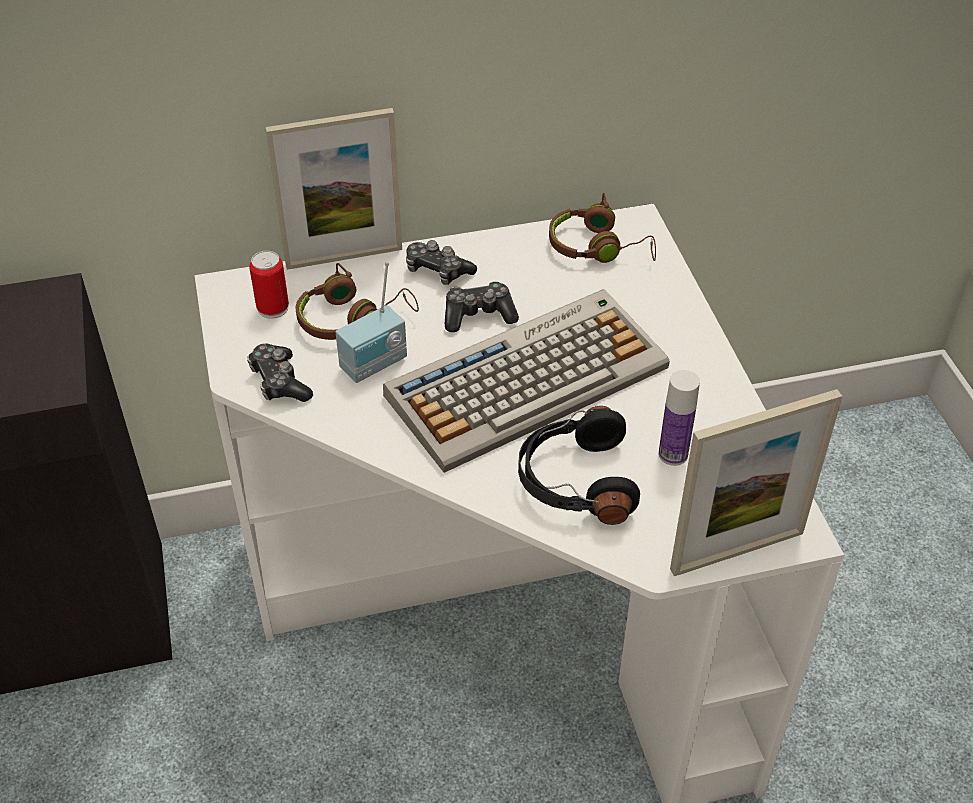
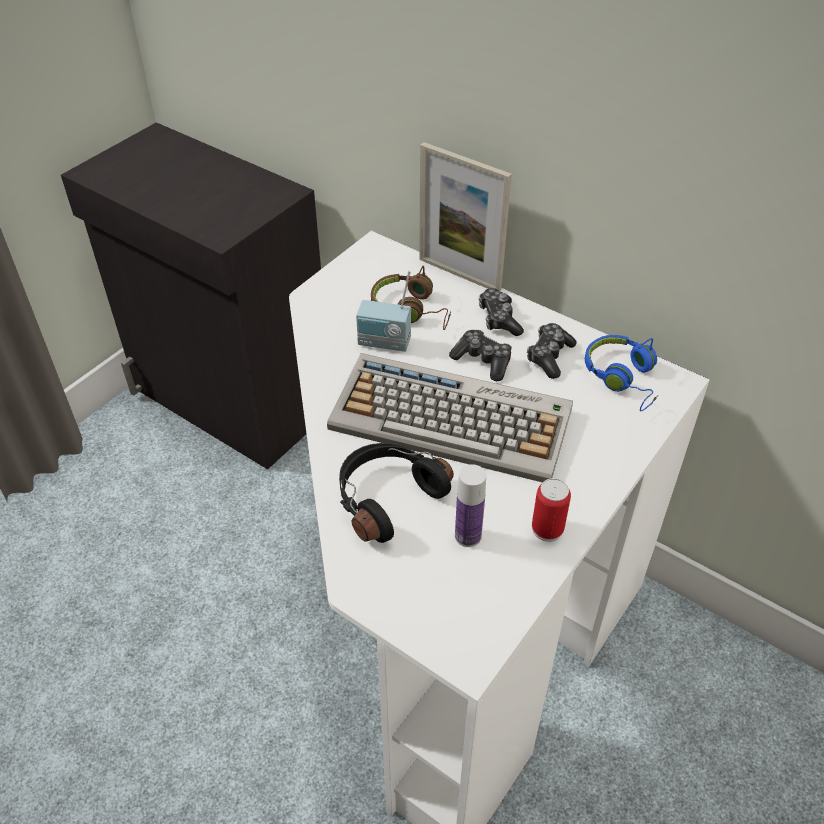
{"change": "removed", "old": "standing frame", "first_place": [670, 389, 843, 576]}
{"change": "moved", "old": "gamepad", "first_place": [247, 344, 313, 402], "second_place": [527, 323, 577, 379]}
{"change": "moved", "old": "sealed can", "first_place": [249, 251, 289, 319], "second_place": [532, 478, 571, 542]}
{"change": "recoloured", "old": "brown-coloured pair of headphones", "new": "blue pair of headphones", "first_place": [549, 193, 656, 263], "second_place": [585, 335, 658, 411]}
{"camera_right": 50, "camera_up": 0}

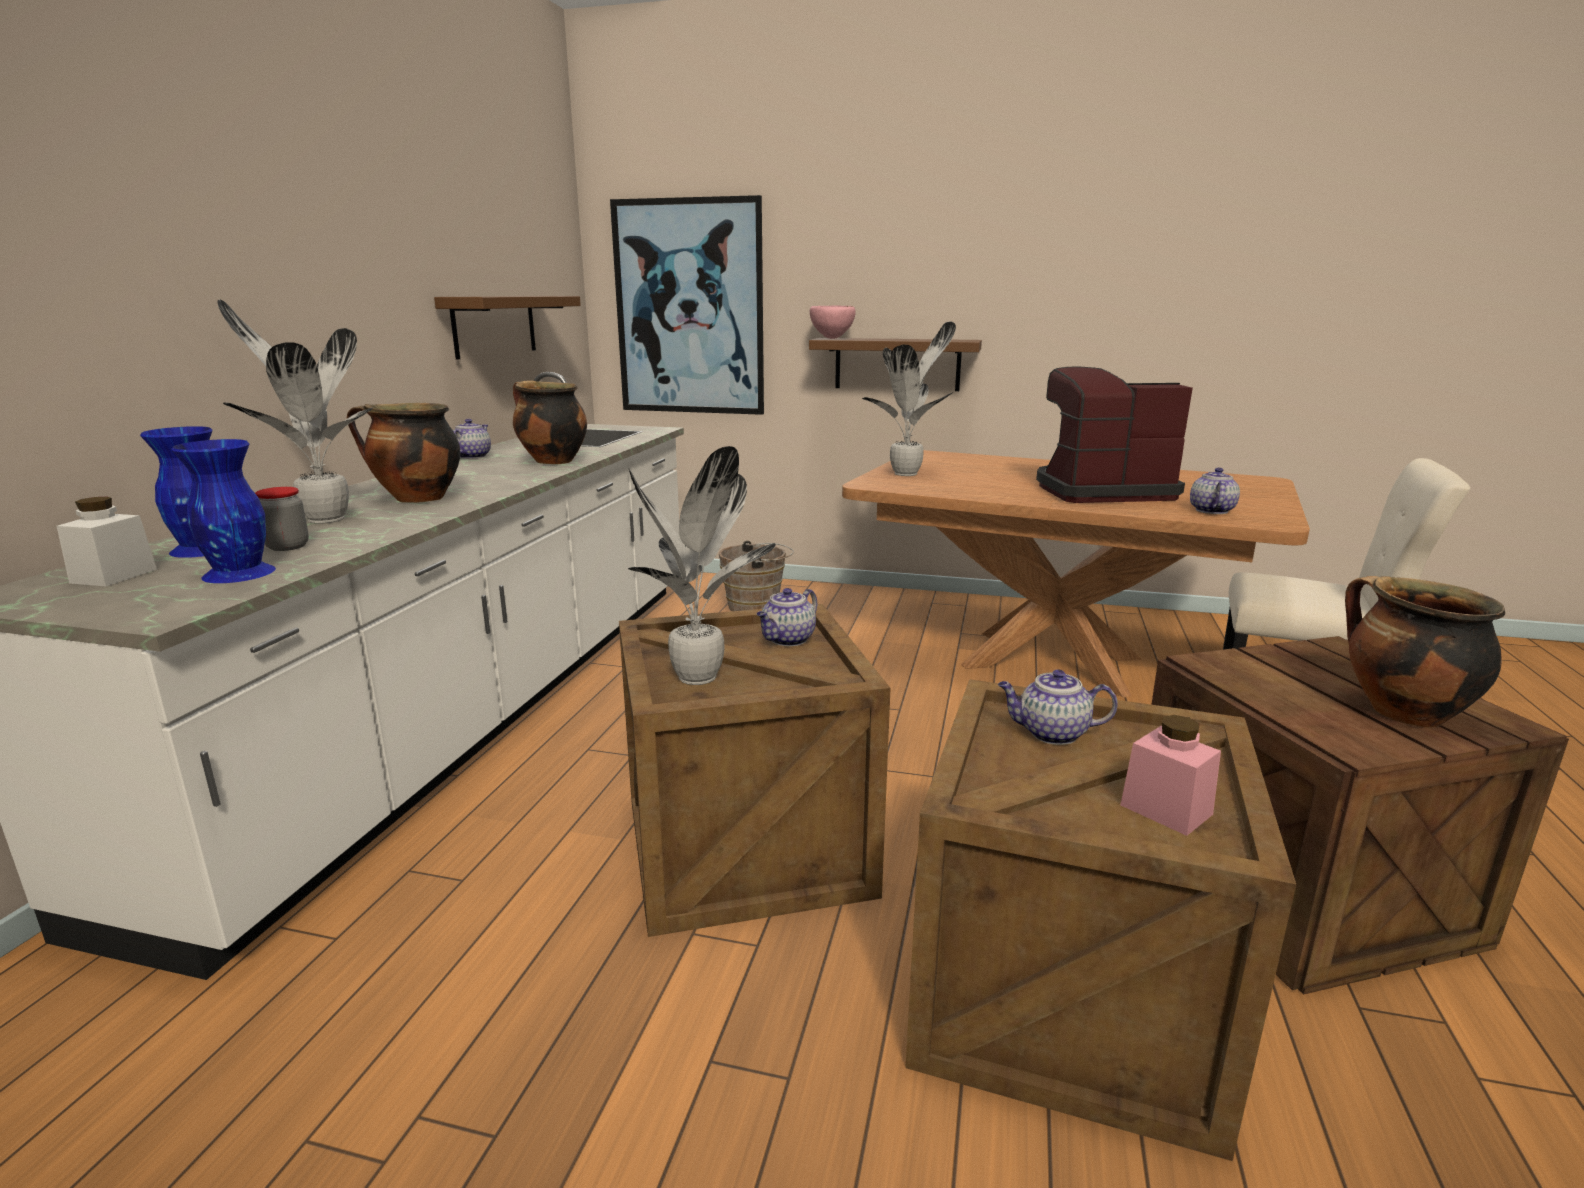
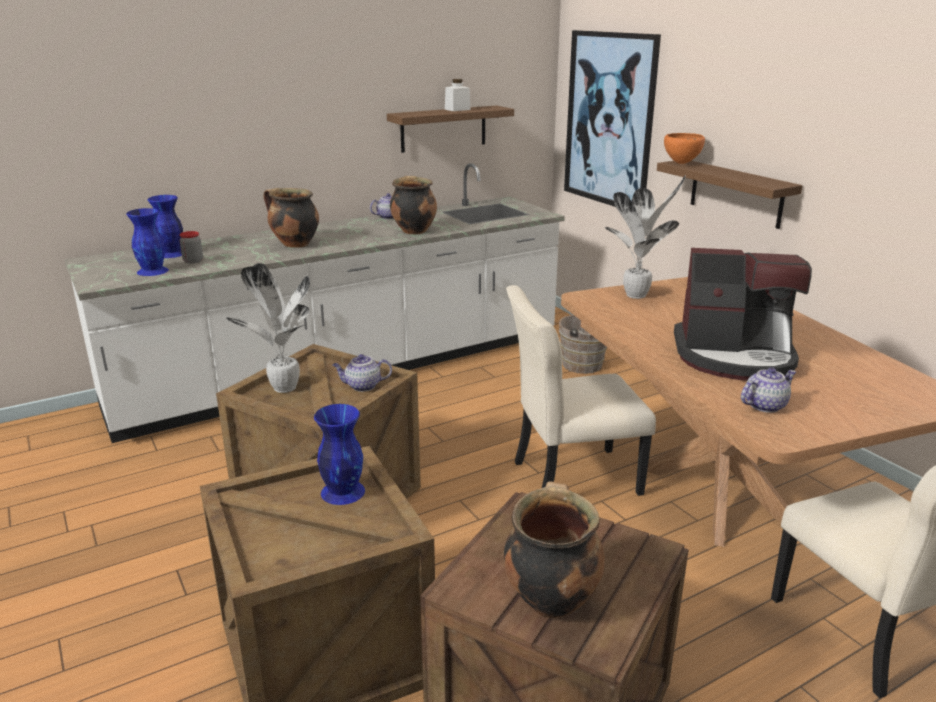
{"change": "removed", "old": "potted plant", "first_place": [217, 300, 373, 524]}
{"change": "removed", "old": "pinkish preserve jar", "first_place": [1120, 715, 1221, 836]}
{"change": "added", "new": "beige-coloured plain chair", "second_place": [506, 285, 656, 496]}
{"change": "moved", "old": "white-coloured preserve jar", "first_place": [57, 497, 157, 586], "second_place": [445, 79, 471, 111]}
{"change": "replaced", "old": "pot for tea", "new": "blue decorative vase", "first_place": [998, 669, 1118, 745], "second_place": [314, 404, 365, 505]}
{"change": "recoloured", "old": "pinkish deep dish", "new": "orangey deep dish", "first_place": [810, 306, 856, 339], "second_place": [664, 133, 705, 164]}
{"change": "turned", "old": "coffee brewer", "first_place": [1036, 366, 1193, 503], "second_place": [674, 248, 812, 381], "degrees": 150}
{"camera_right": 45, "camera_up": 5}

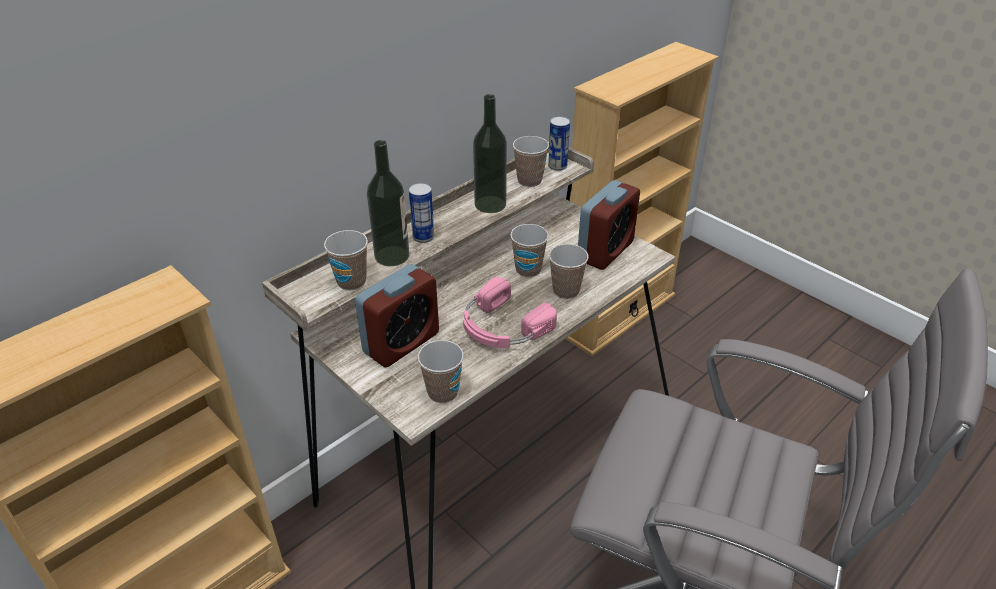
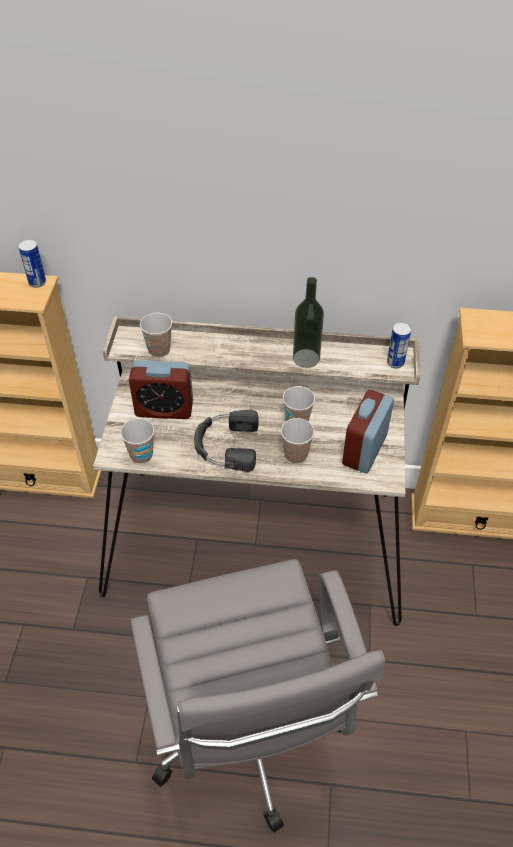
{"change": "removed", "old": "bottle", "first_place": [367, 140, 409, 266]}
{"change": "removed", "old": "small cup", "first_place": [513, 136, 549, 187]}
{"change": "moved", "old": "sealed can", "first_place": [409, 183, 434, 243], "second_place": [18, 239, 46, 288]}
{"change": "recoloured", "old": "pinkish pair of headphones", "new": "blackish pair of headphones", "first_place": [463, 277, 557, 348], "second_place": [194, 410, 258, 472]}
{"change": "turned", "old": "bedside clock", "first_place": [578, 180, 640, 270], "second_place": [342, 390, 394, 473], "degrees": 120}
{"camera_right": 50, "camera_up": 10}

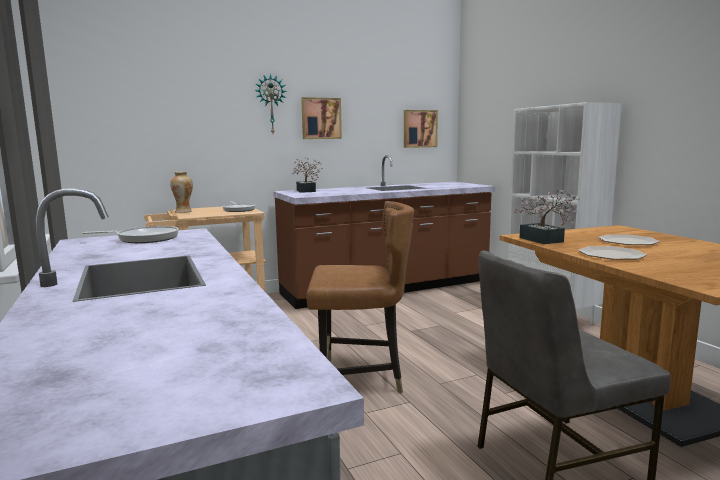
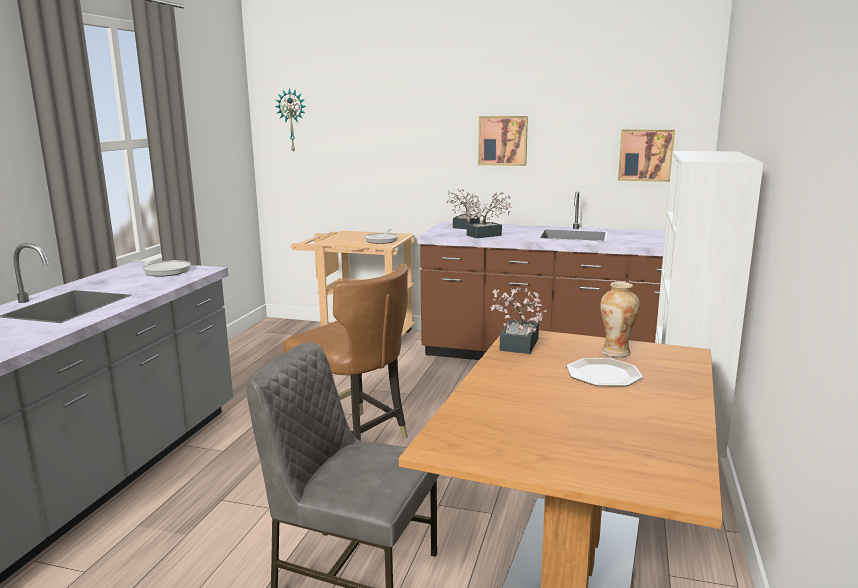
{"change": "removed", "old": "flat dish", "first_place": [578, 246, 647, 260]}
{"change": "added", "new": "potted plant", "second_place": [463, 192, 512, 239]}
{"change": "moved", "old": "decorative vase", "first_place": [170, 172, 193, 213], "second_place": [600, 282, 640, 357]}
{"change": "moved", "old": "clock on the wall", "first_place": [255, 74, 287, 133], "second_place": [275, 88, 306, 153]}
{"camera_right": 40, "camera_up": 5}

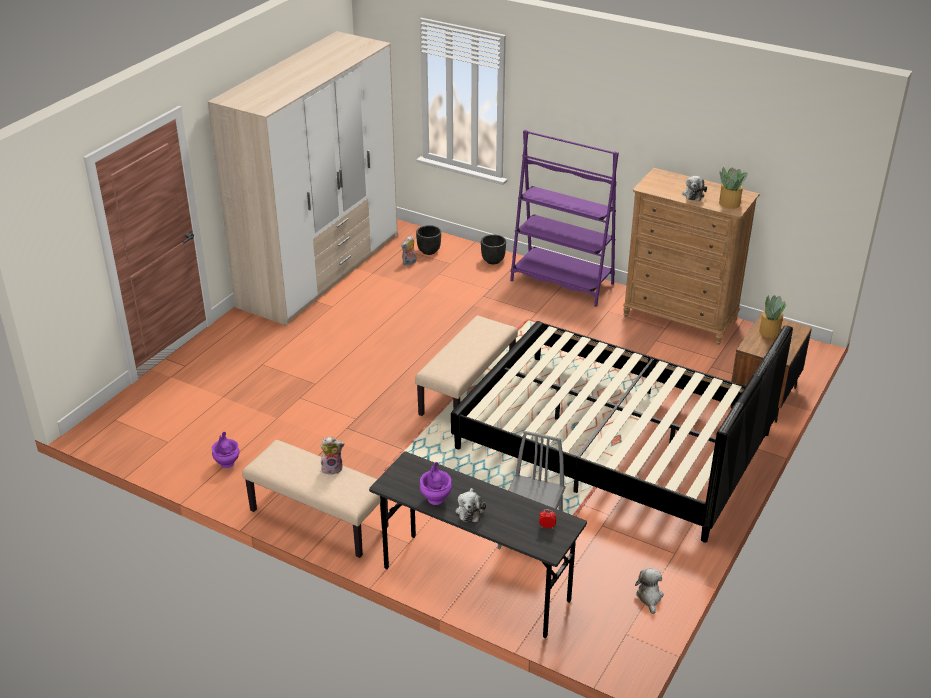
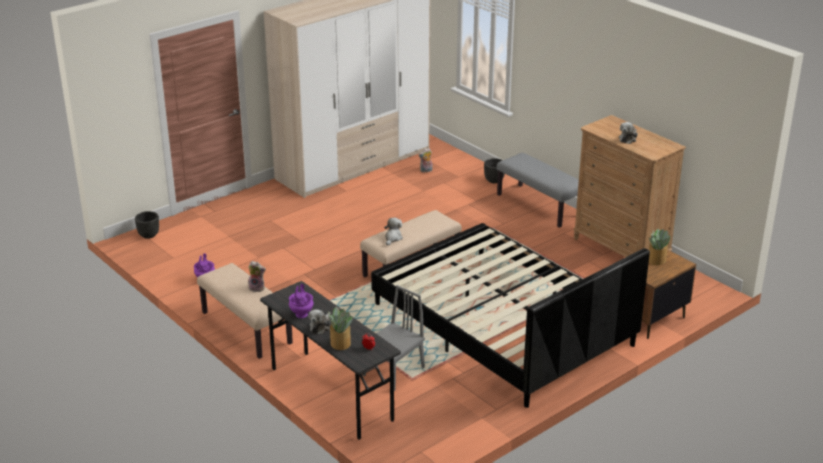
{"change": "moved", "old": "blackish planter", "first_place": [416, 225, 441, 255], "second_place": [135, 211, 159, 239]}
{"change": "moved", "old": "soft toy", "first_place": [635, 568, 663, 614], "second_place": [384, 218, 403, 246]}
{"change": "moved", "old": "potted plant", "first_place": [719, 167, 748, 209], "second_place": [328, 306, 353, 350]}
{"change": "replaced", "old": "purplish shelving unit", "new": "gray bench", "first_place": [510, 130, 619, 307], "second_place": [497, 153, 579, 228]}
{"camera_right": 20, "camera_up": -5}

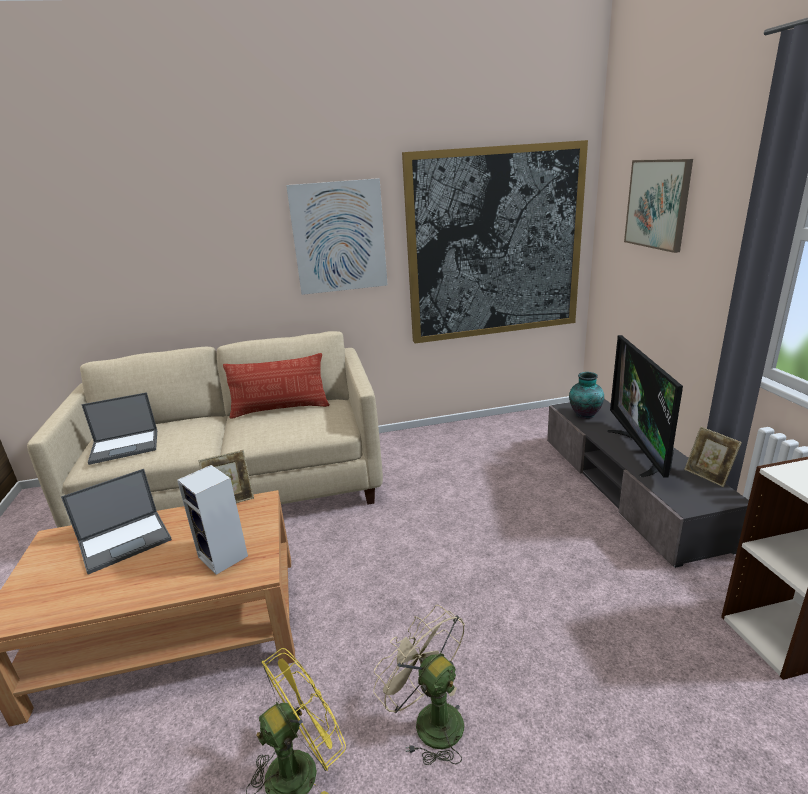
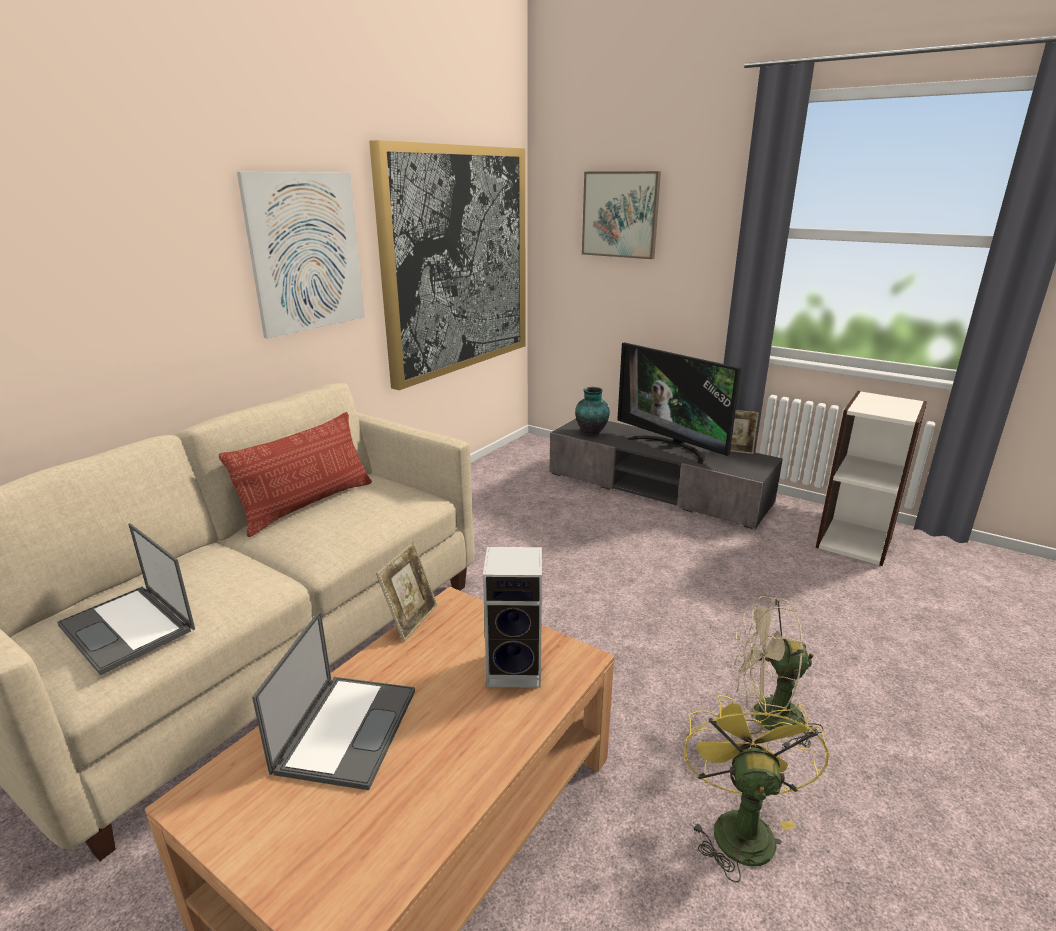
{"change": "turned", "old": "notebook computer", "first_place": [82, 392, 157, 465], "second_place": [57, 523, 195, 675], "degrees": 105}
{"camera_right": -45, "camera_up": 0}

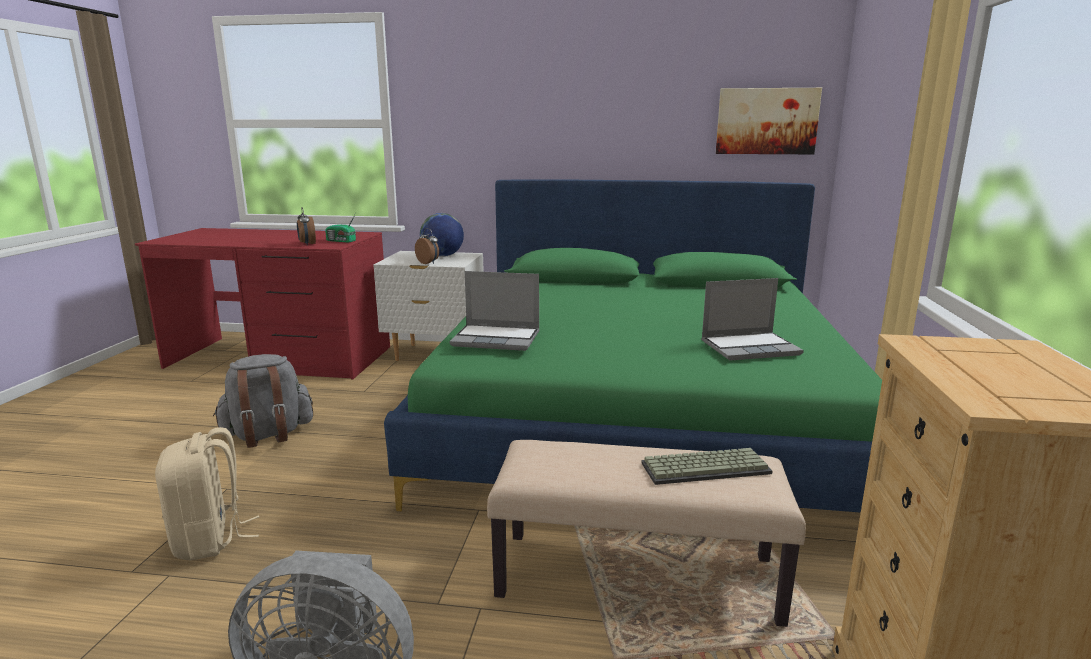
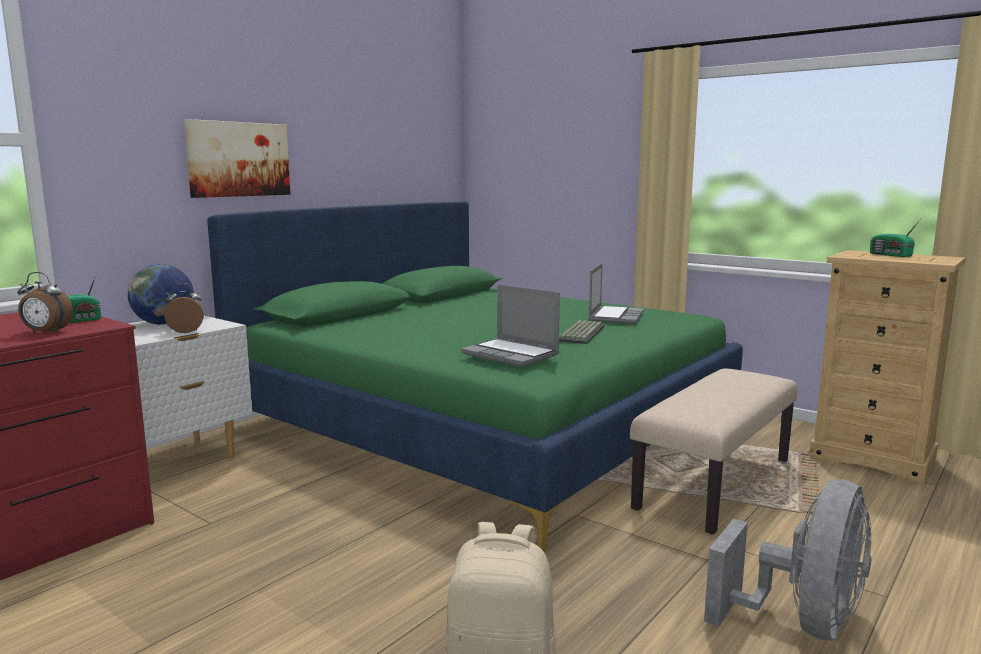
{"change": "removed", "old": "gray knapsack", "first_place": [213, 354, 313, 448]}
{"change": "added", "new": "radio receiver", "second_place": [870, 220, 920, 257]}
{"change": "moved", "old": "PC keyboard", "first_place": [641, 448, 772, 485], "second_place": [559, 320, 604, 344]}
{"change": "moved", "old": "picture", "first_place": [716, 88, 822, 154], "second_place": [184, 119, 291, 198]}
{"change": "turned", "old": "notebook computer", "first_place": [450, 271, 539, 351], "second_place": [461, 285, 560, 367], "degrees": 90}
{"camera_right": -60, "camera_up": -5}

